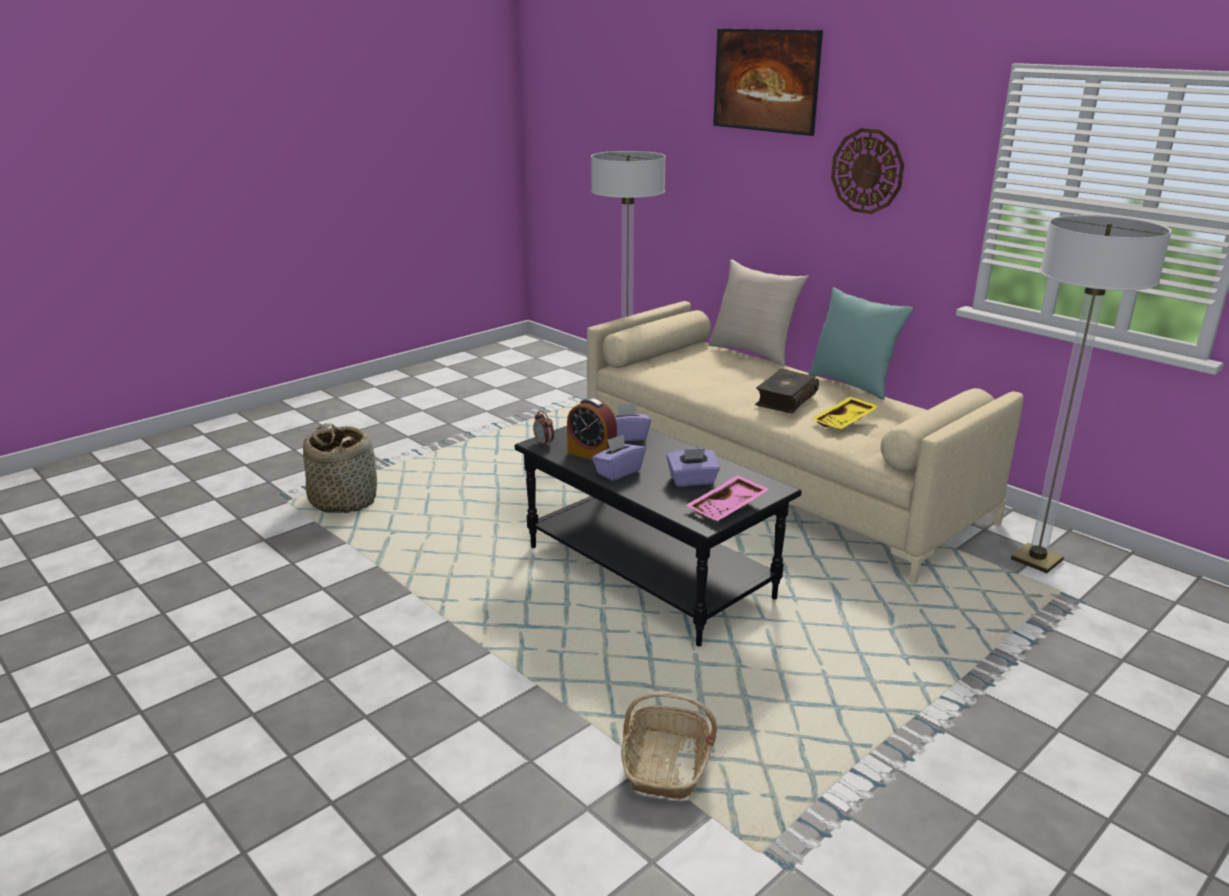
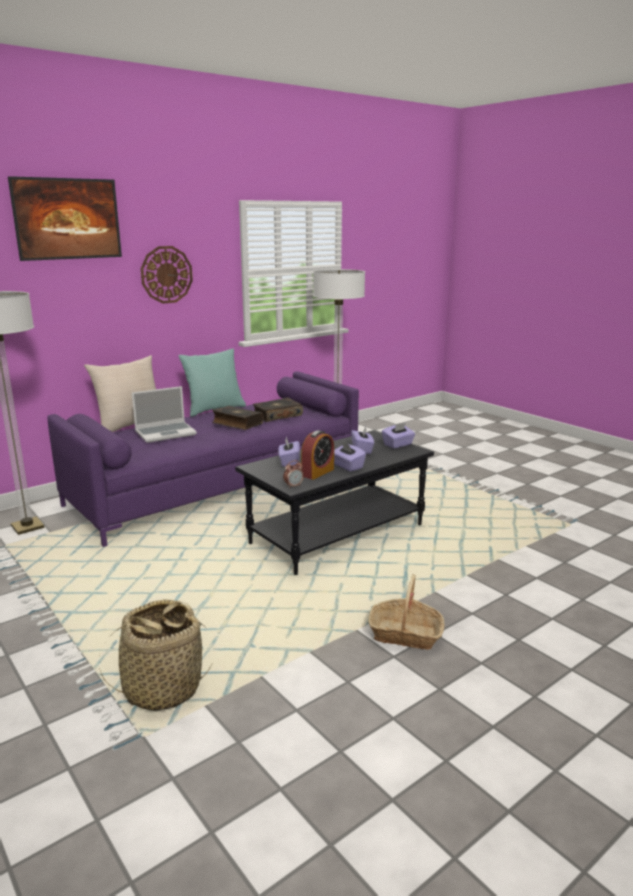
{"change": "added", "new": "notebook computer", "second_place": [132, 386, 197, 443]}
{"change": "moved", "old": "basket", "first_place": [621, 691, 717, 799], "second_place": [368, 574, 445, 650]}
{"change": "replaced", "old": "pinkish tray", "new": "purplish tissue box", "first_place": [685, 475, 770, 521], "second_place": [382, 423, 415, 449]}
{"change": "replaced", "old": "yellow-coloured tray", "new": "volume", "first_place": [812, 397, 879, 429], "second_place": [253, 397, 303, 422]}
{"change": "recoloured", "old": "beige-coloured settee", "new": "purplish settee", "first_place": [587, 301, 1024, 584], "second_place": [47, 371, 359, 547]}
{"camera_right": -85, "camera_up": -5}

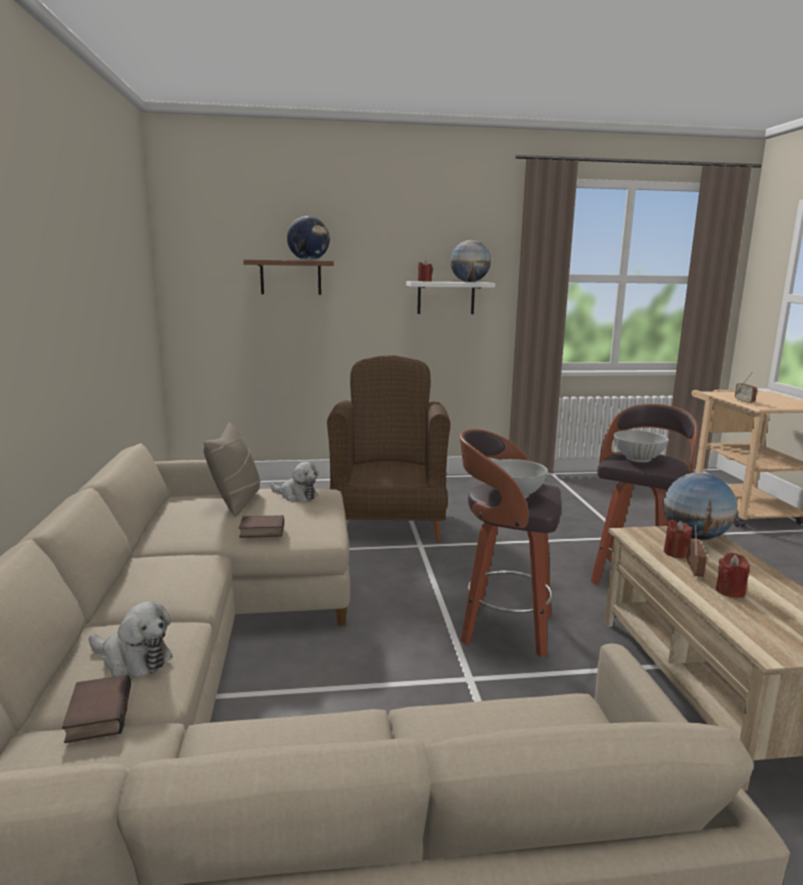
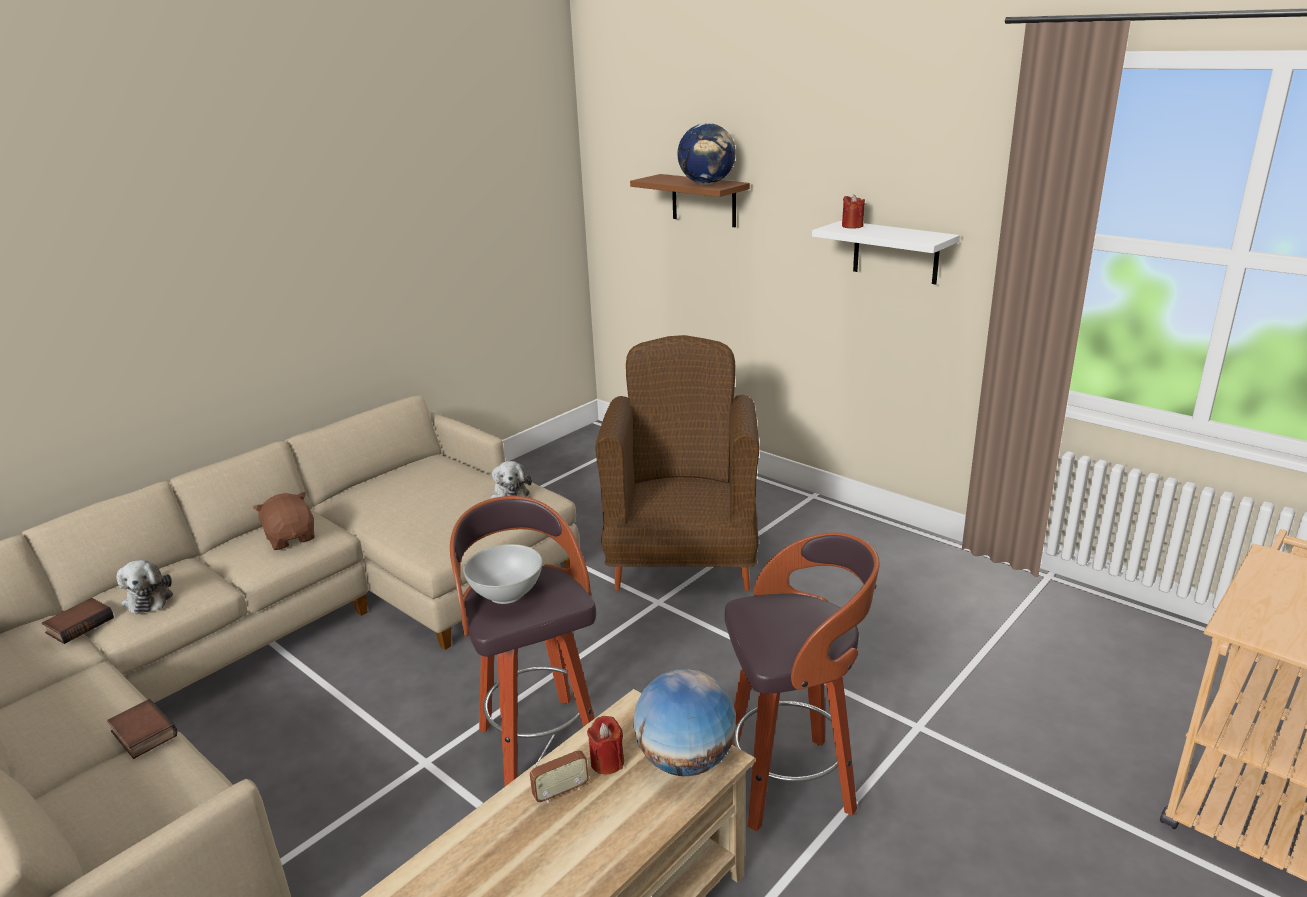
{"change": "removed", "old": "beige-coloured throw pillow", "first_place": [204, 422, 261, 517]}
{"change": "removed", "old": "world globe", "first_place": [450, 240, 491, 282]}
{"change": "removed", "old": "white-coloured deep dish", "first_place": [614, 430, 669, 462]}
{"change": "removed", "old": "reddish candle", "first_place": [716, 553, 750, 598]}
{"change": "removed", "old": "radio receiver", "first_place": [735, 372, 757, 404]}
{"change": "added", "new": "brown-coloured soft toy", "second_place": [253, 492, 315, 550]}
{"change": "moved", "old": "volume", "first_place": [239, 515, 284, 538], "second_place": [107, 699, 177, 759]}
{"change": "turned", "old": "brown-coloured lounge chair", "first_place": [327, 355, 450, 542], "second_place": [595, 335, 759, 591], "degrees": -45}
{"camera_right": 50, "camera_up": 10}

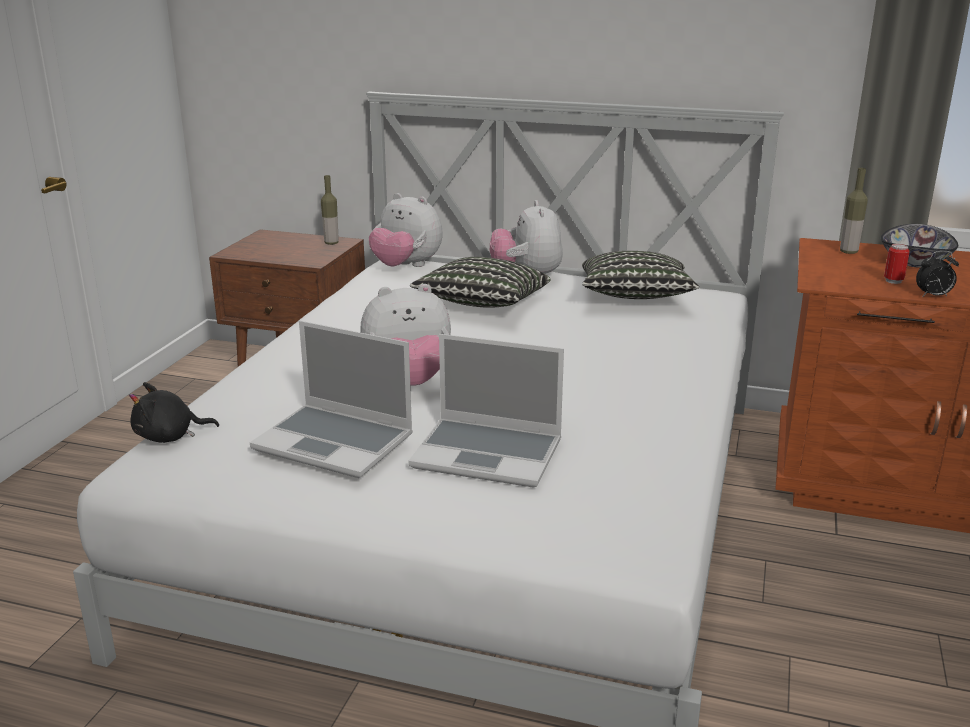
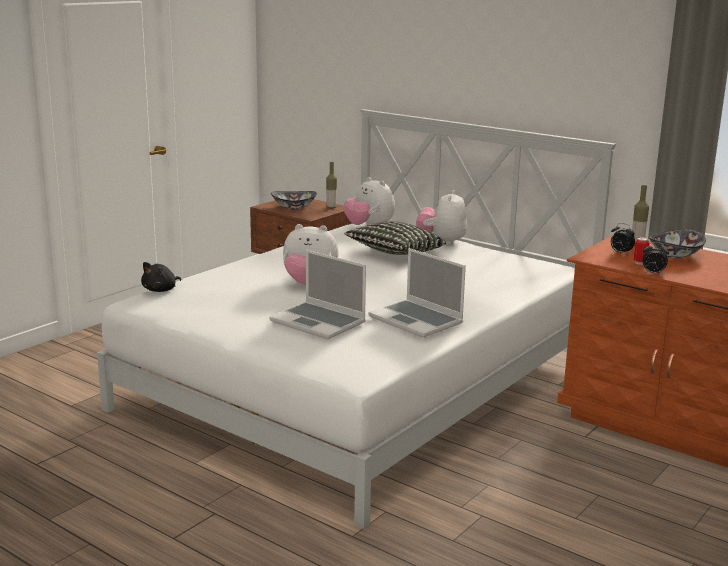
{"change": "removed", "old": "throw pillow", "first_place": [582, 251, 699, 299]}
{"change": "added", "new": "deep dish", "second_place": [271, 191, 317, 210]}
{"change": "added", "new": "bedside clock", "second_place": [611, 223, 635, 254]}
{"change": "moved", "old": "notebook computer", "first_place": [250, 321, 413, 478], "second_place": [368, 248, 466, 338]}
{"change": "turned", "old": "blackish soft toy", "first_place": [129, 382, 219, 443], "second_place": [141, 262, 181, 292], "degrees": -60}
{"camera_right": 20, "camera_up": -5}

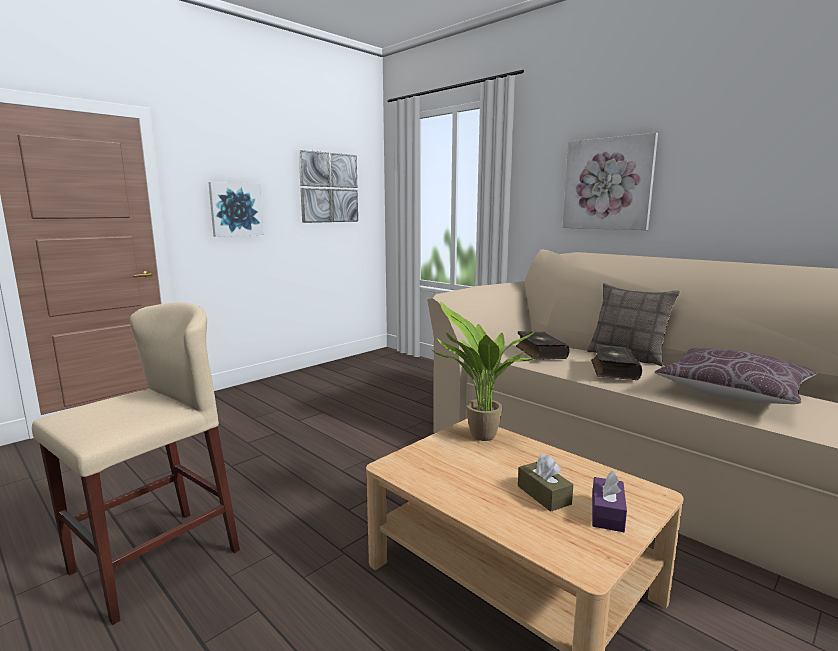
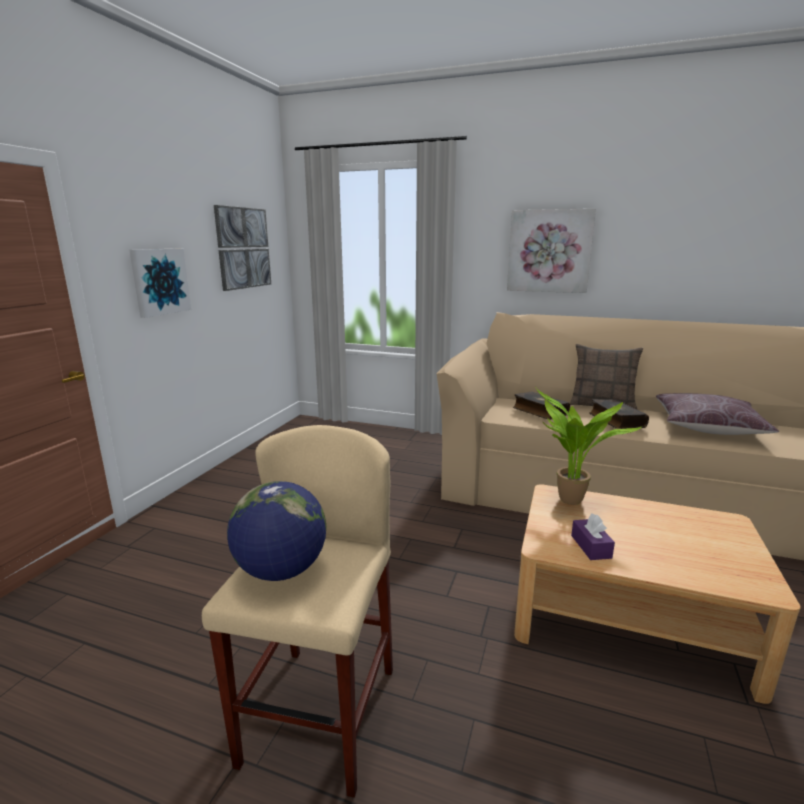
{"change": "removed", "old": "brown-coloured tissue box", "first_place": [518, 454, 573, 512]}
{"change": "added", "new": "world globe", "second_place": [227, 481, 326, 581]}
{"change": "moved", "old": "purplish tissue box", "first_place": [592, 471, 627, 532], "second_place": [571, 513, 615, 560]}
{"camera_right": -25, "camera_up": 5}

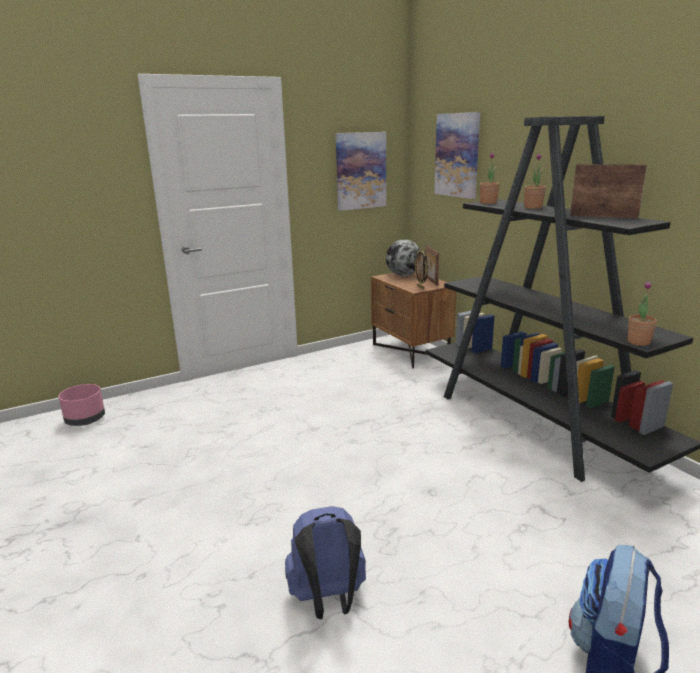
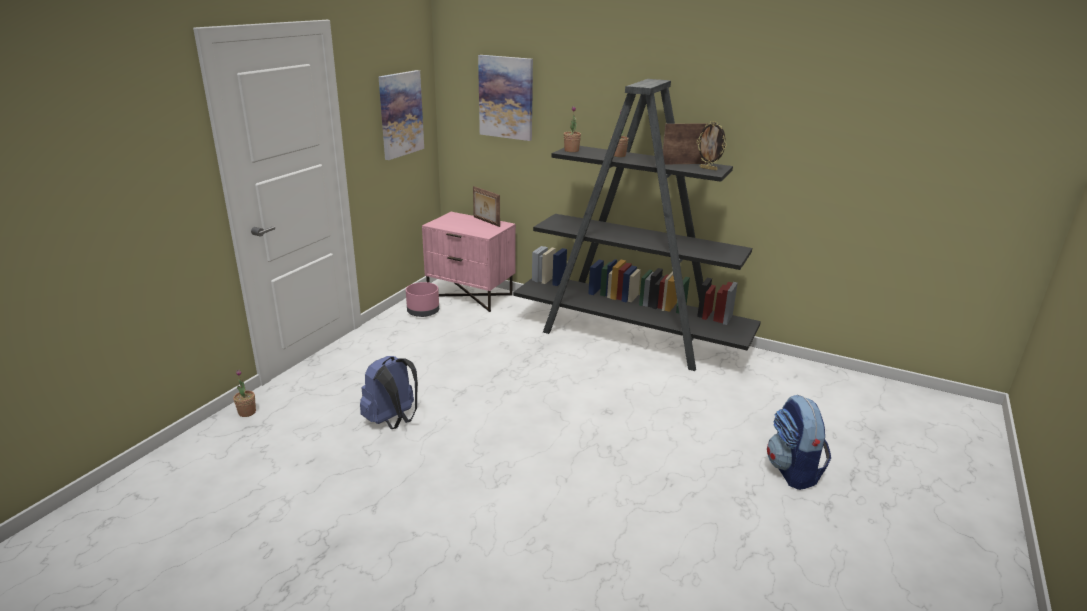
{"change": "removed", "old": "world globe", "first_place": [386, 239, 421, 276]}
{"change": "moved", "old": "pinkish planter", "first_place": [58, 384, 105, 426], "second_place": [406, 282, 439, 317]}
{"change": "moved", "old": "blue knapsack", "first_place": [285, 506, 366, 619], "second_place": [360, 356, 418, 429]}
{"change": "moved", "old": "standing frame", "first_place": [414, 249, 428, 289], "second_place": [696, 121, 727, 170]}
{"change": "moved", "old": "potted plant", "first_place": [627, 281, 657, 346], "second_place": [233, 369, 256, 417]}
{"change": "recoloured", "old": "brown-coloured bedside table", "new": "pinkish bedside table", "first_place": [371, 272, 457, 368], "second_place": [422, 212, 516, 312]}
{"camera_right": -35, "camera_up": 5}

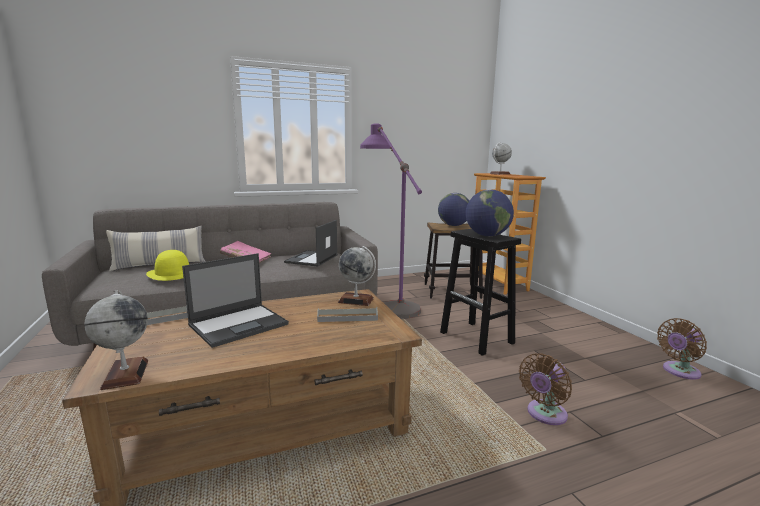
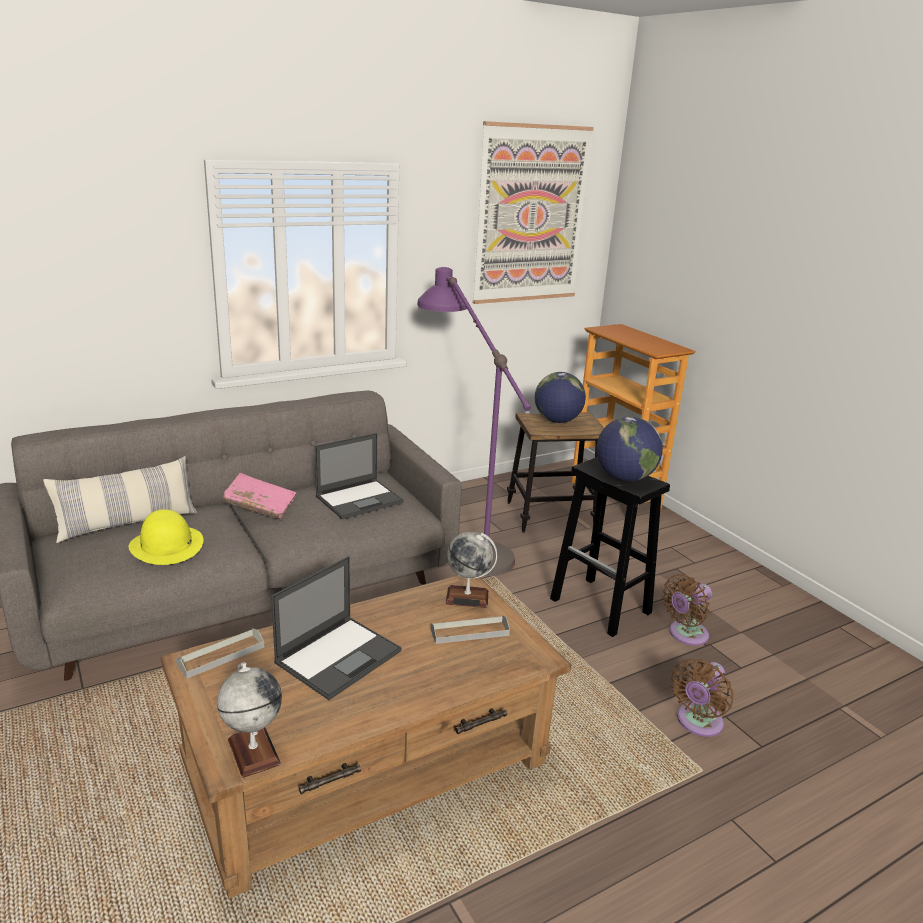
{"change": "removed", "old": "world globe", "first_place": [490, 142, 512, 175]}
{"change": "added", "new": "picture", "second_place": [473, 121, 594, 304]}
{"change": "moved", "old": "brown-coloured electric fan", "first_place": [657, 318, 707, 380], "second_place": [662, 574, 712, 646]}
{"change": "turned", "old": "notebook computer", "first_place": [284, 220, 338, 267], "second_place": [315, 433, 404, 519], "degrees": -135}
{"camera_right": -10, "camera_up": 10}

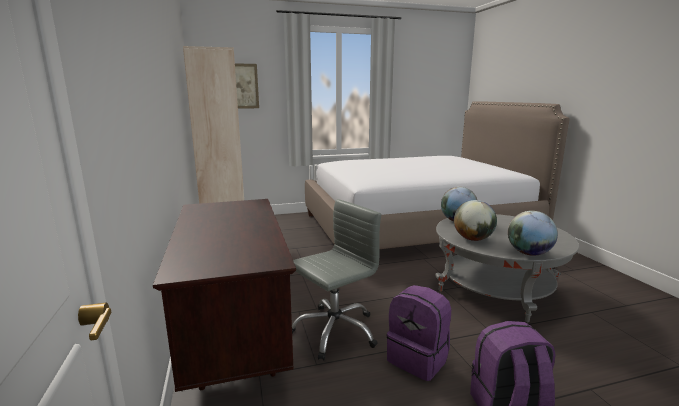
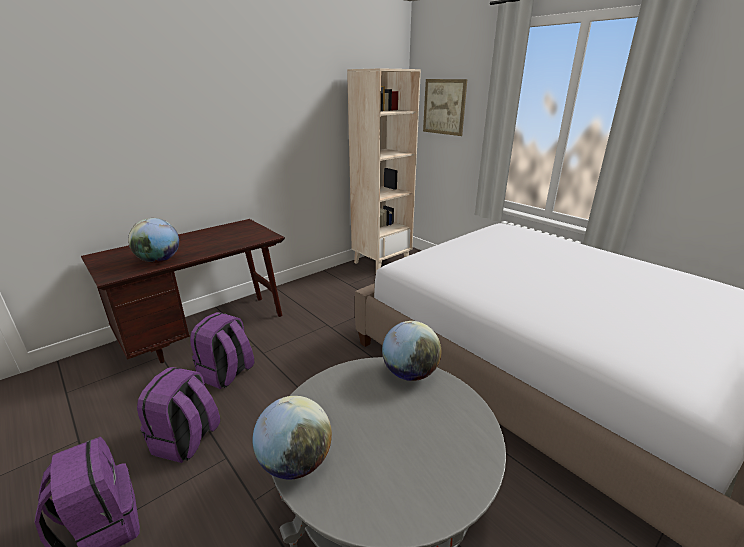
{"change": "moved", "old": "world globe", "first_place": [454, 200, 497, 241], "second_place": [128, 218, 179, 263]}
{"change": "replaced", "old": "gray desk chair", "new": "purplish knapsack", "first_place": [292, 199, 381, 361], "second_place": [190, 312, 254, 389]}
{"camera_right": 65, "camera_up": 10}

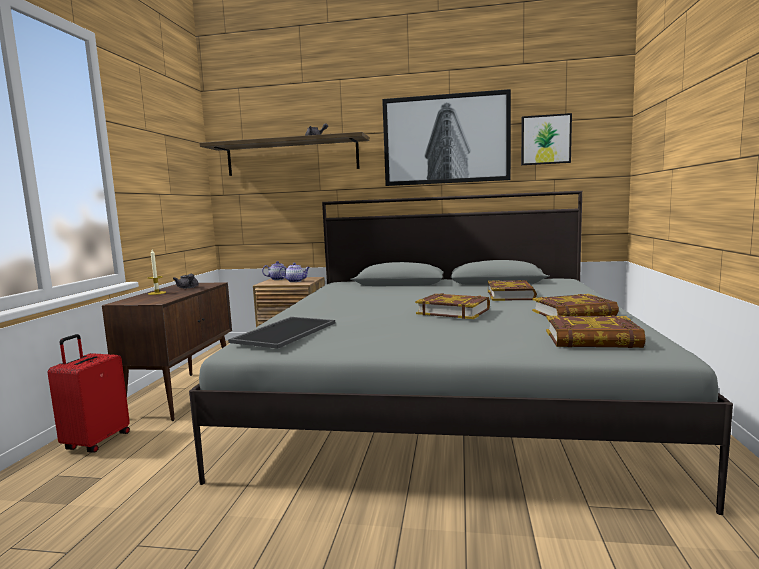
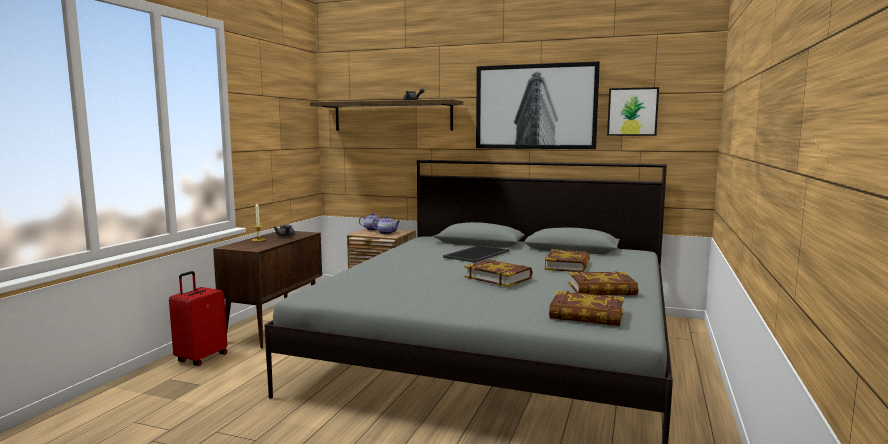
{"change": "moved", "old": "tray", "first_place": [228, 317, 335, 349], "second_place": [443, 245, 509, 263]}
{"camera_right": 10, "camera_up": 0}

